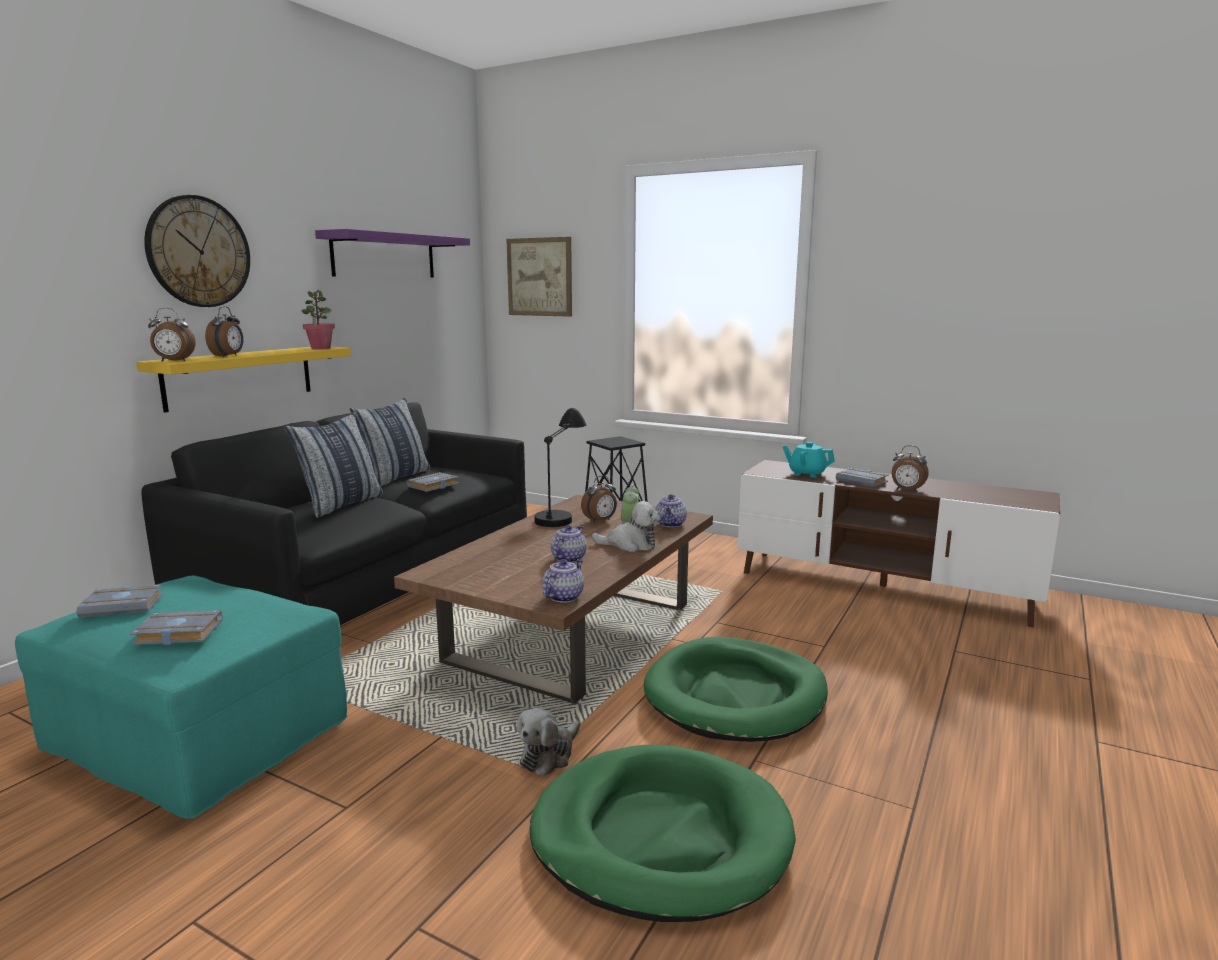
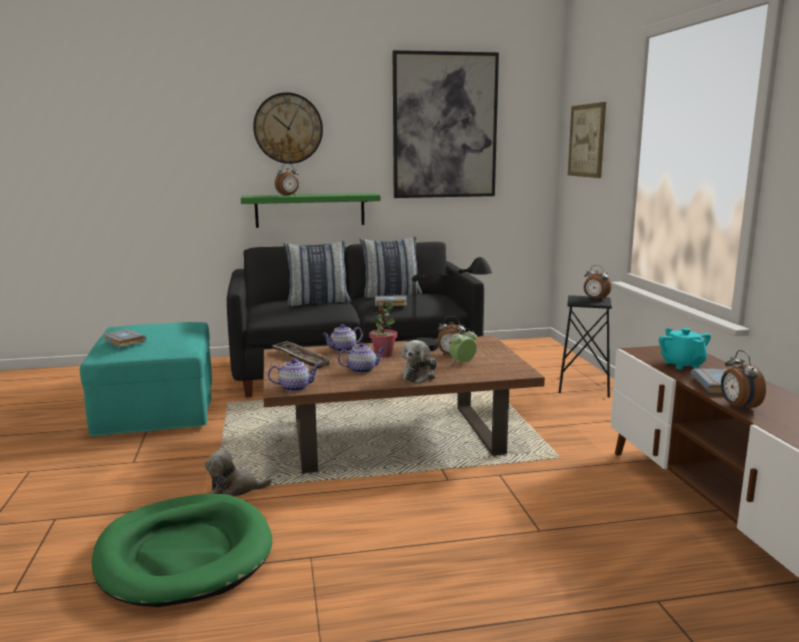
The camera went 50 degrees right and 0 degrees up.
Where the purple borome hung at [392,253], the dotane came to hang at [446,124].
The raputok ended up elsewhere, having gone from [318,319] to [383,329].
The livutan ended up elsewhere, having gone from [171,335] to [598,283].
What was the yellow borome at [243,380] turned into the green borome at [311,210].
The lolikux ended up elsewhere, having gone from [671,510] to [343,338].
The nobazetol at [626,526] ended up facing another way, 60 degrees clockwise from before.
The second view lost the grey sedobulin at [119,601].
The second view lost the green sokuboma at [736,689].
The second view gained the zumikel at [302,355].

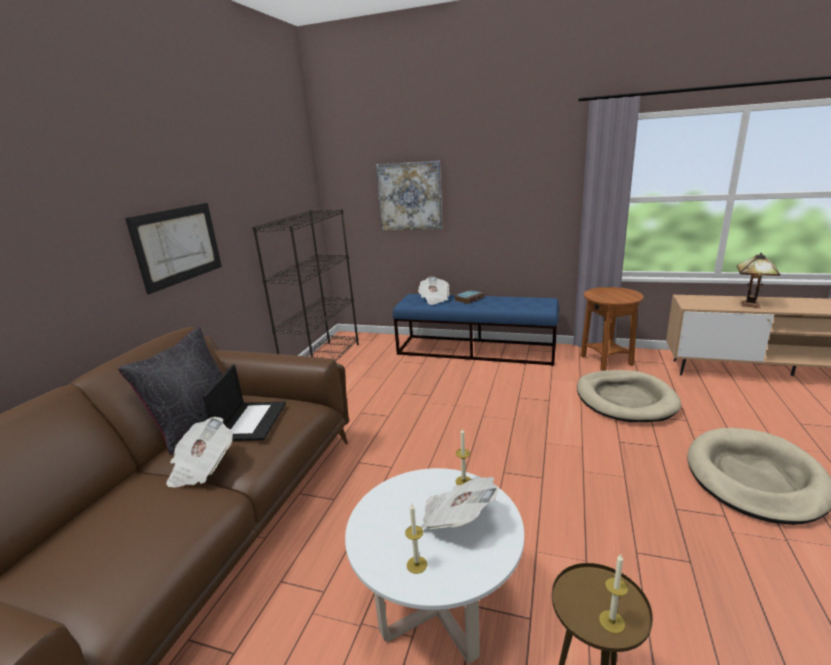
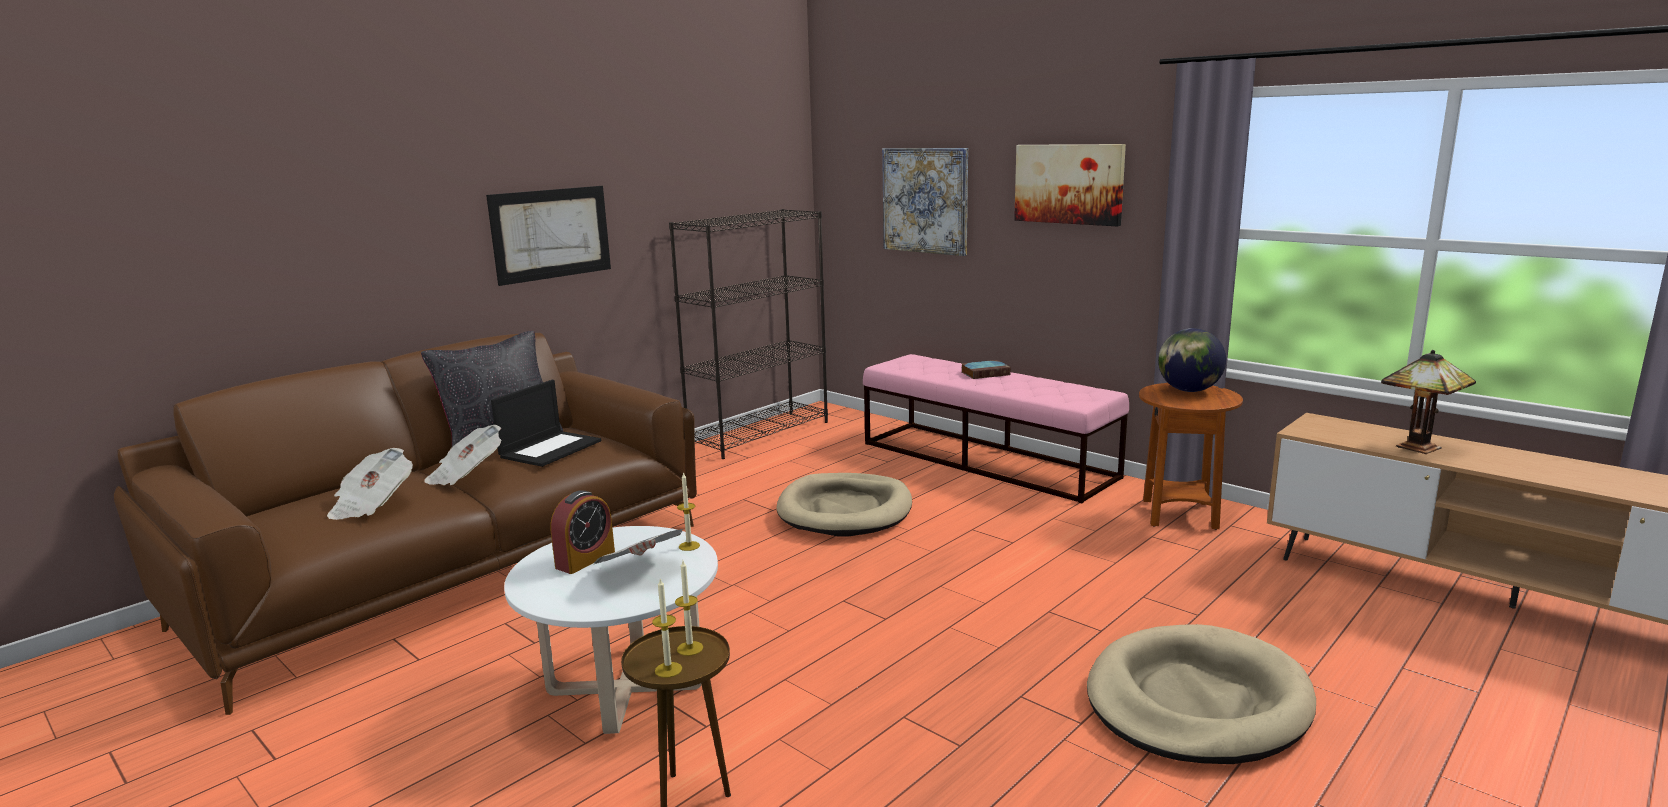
The camera went 25 degrees right and 5 degrees down.
The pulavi ended up elsewhere, having gone from [433,291] to [370,484].
What was the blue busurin at [476,330] turned into the pink busurin at [996,428].
The beige sokuboma ended up elsewhere, having gone from [629,396] to [844,505].
The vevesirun ended up elsewhere, having gone from [416,539] to [689,608].
The second view gained the dotane at [1070,185].
The second view gained the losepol at [1192,360].
The second view gained the livutan at [582,532].

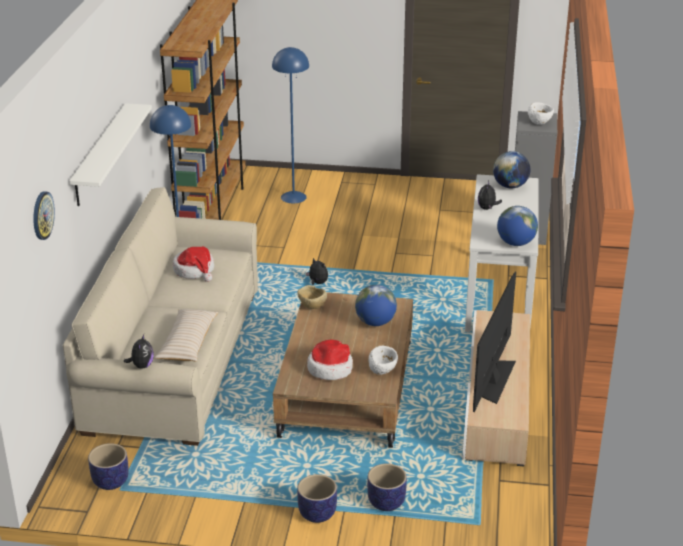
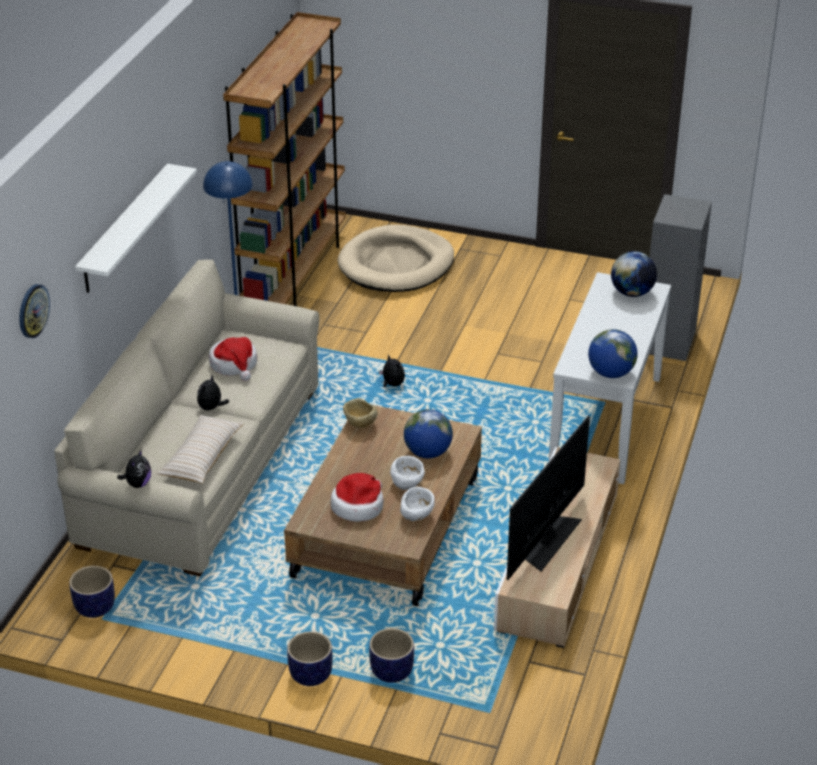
The camera went 10 degrees right and 5 degrees up.
Where the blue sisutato stood at [290,125], the beige sokuboma came to stand at [396,258].
The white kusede ended up elsewhere, having gone from [541,113] to [407,473].
The nobazetol ended up elsewhere, having gone from [490,195] to [213,393].

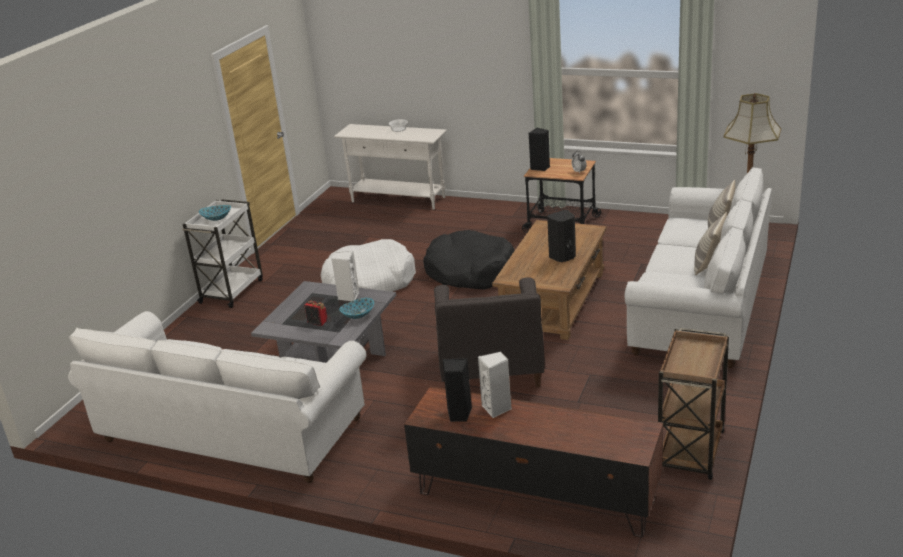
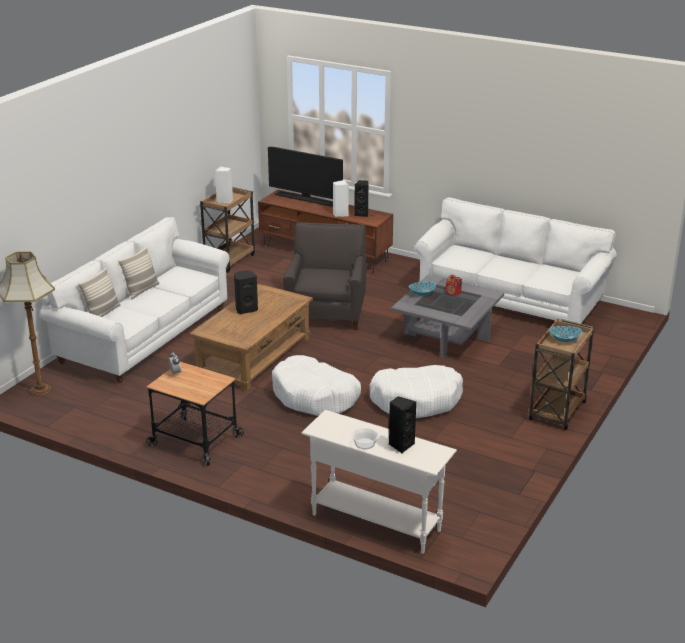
The camera went 175 degrees left and 0 degrees up.
The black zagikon ended up elsewhere, having gone from [539,149] to [402,424].
What was the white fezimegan at [222,254] turned into the brown fezimegan at [561,374].
What was the black sokuboma at [468,260] turned into the white sokuboma at [316,385].
The white zagikon ended up elsewhere, having gone from [345,276] to [224,184].
The second view gained the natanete at [305,177].

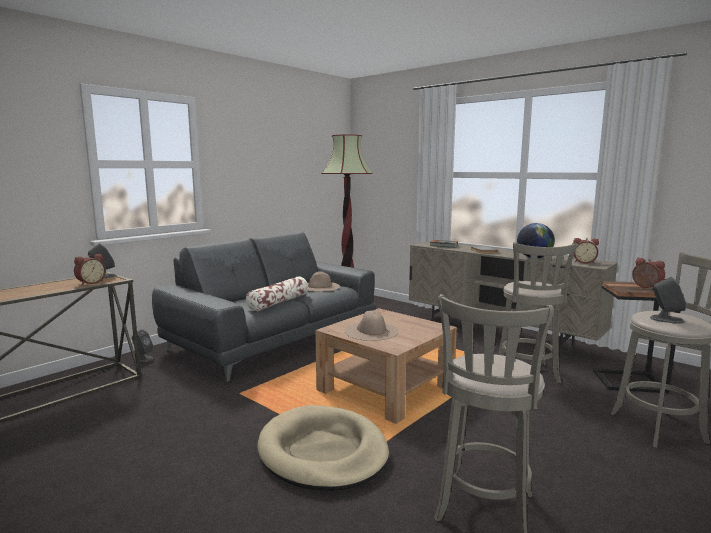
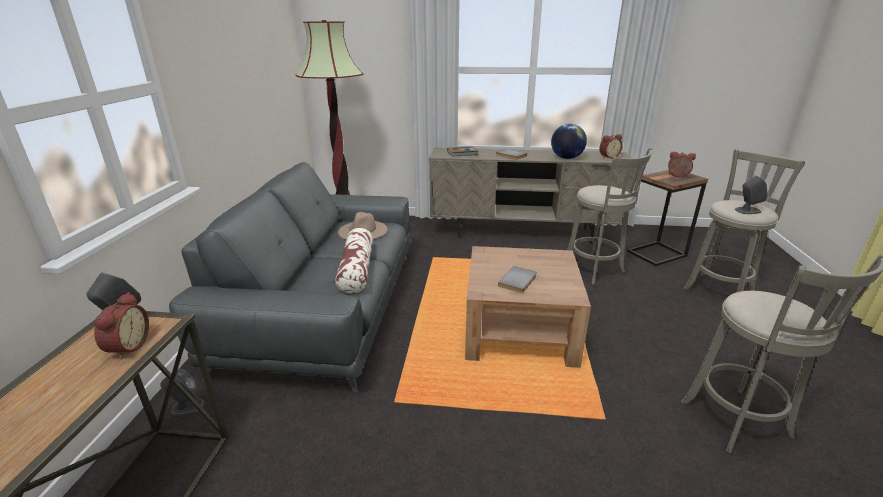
The camera went 35 degrees left and 15 degrees up.
Where the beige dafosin stood at [371,326], the grey sedobulin came to stand at [517,279].
The second view lost the beige sokuboma at [323,448].

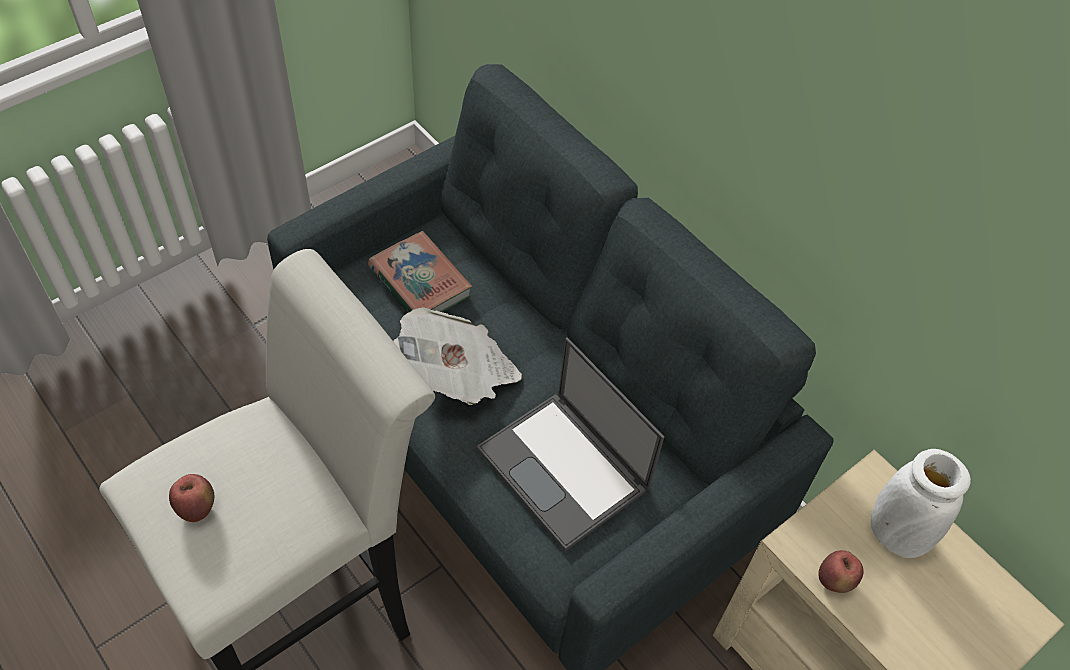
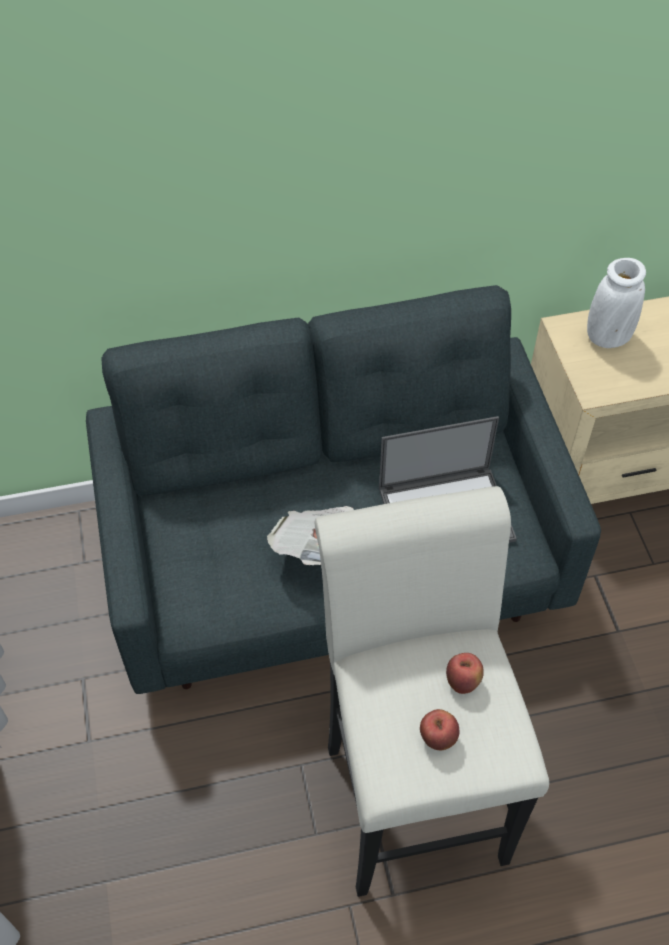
The camera went 60 degrees left and 0 degrees up.
The second view lost the sedobulin at [420,272].
The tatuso ended up elsewhere, having gone from [841,571] to [465,673].

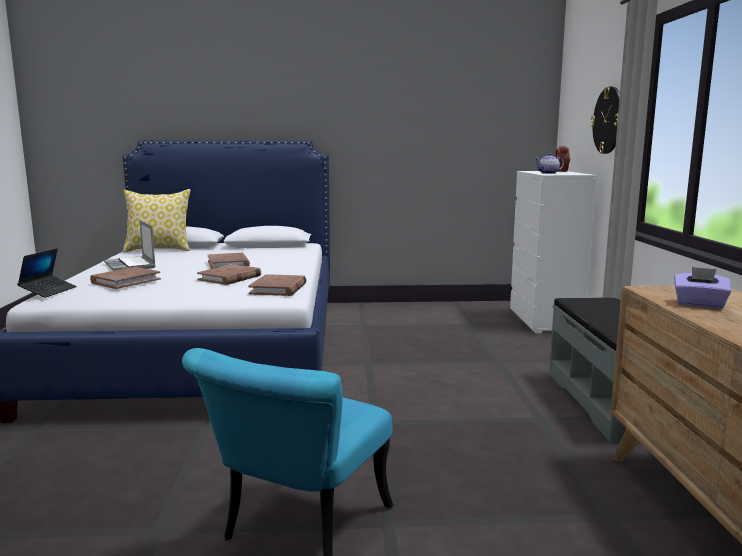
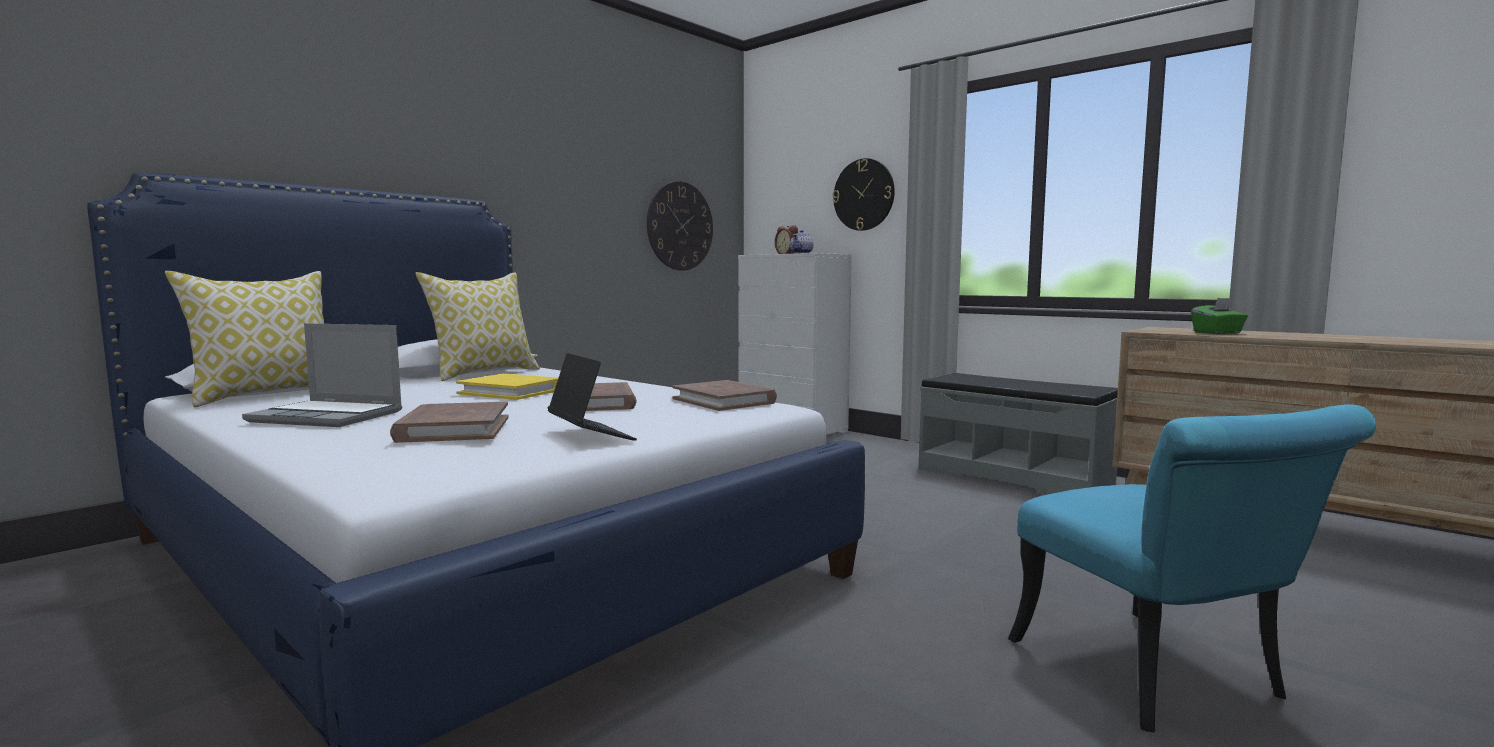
The camera went 45 degrees left and 5 degrees down.
The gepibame ended up elsewhere, having gone from [47,273] to [592,397].
What was the brown sedobulin at [229,261] turned into the yellow sedobulin at [507,387].
What was the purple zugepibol at [702,287] turned into the green zugepibol at [1219,316].
The second view gained the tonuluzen at [680,226].
The second view gained the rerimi at [477,326].

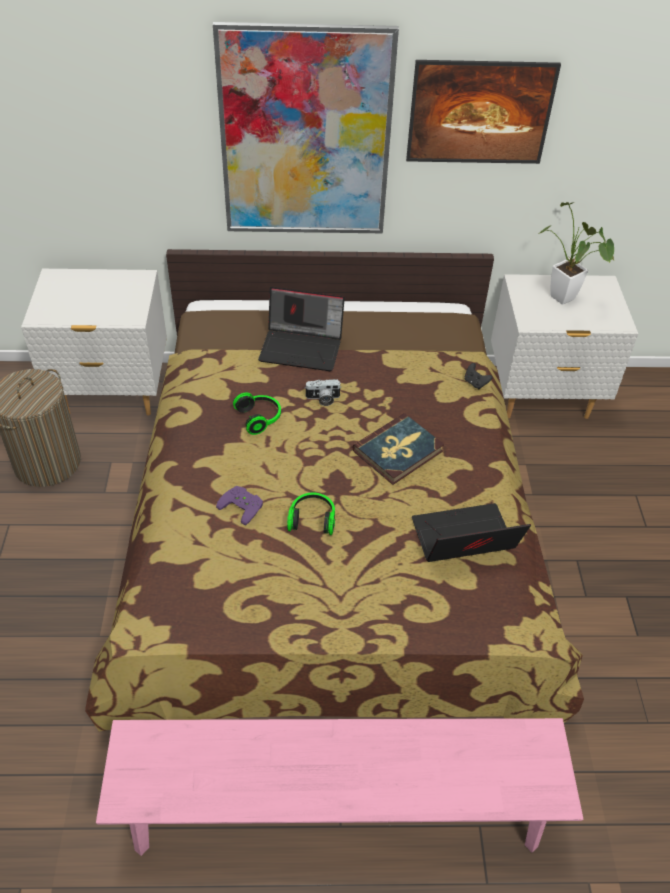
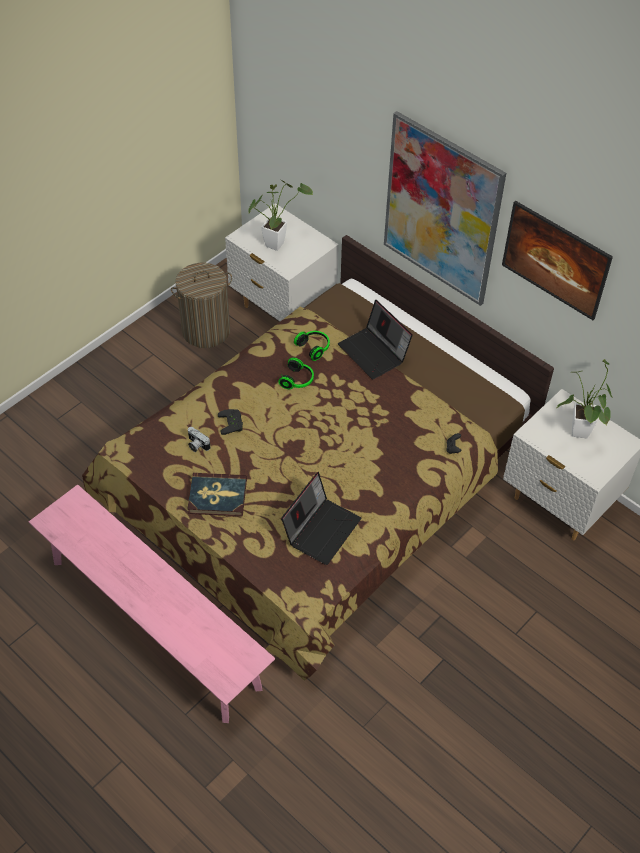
The camera went 45 degrees right and 5 degrees up.
The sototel ended up elsewhere, having gone from [323,392] to [199,439].
The sedobulin ended up elsewhere, having gone from [398,449] to [217,494].
What was the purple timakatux at [239,505] turned into the black timakatux at [230,422].
The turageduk ended up elsewhere, having gone from [311,514] to [312,346].
The gepibame at [471,532] ended up facing another way, 90 degrees clockwise from before.
The second view gained the raputok at [280,215].

